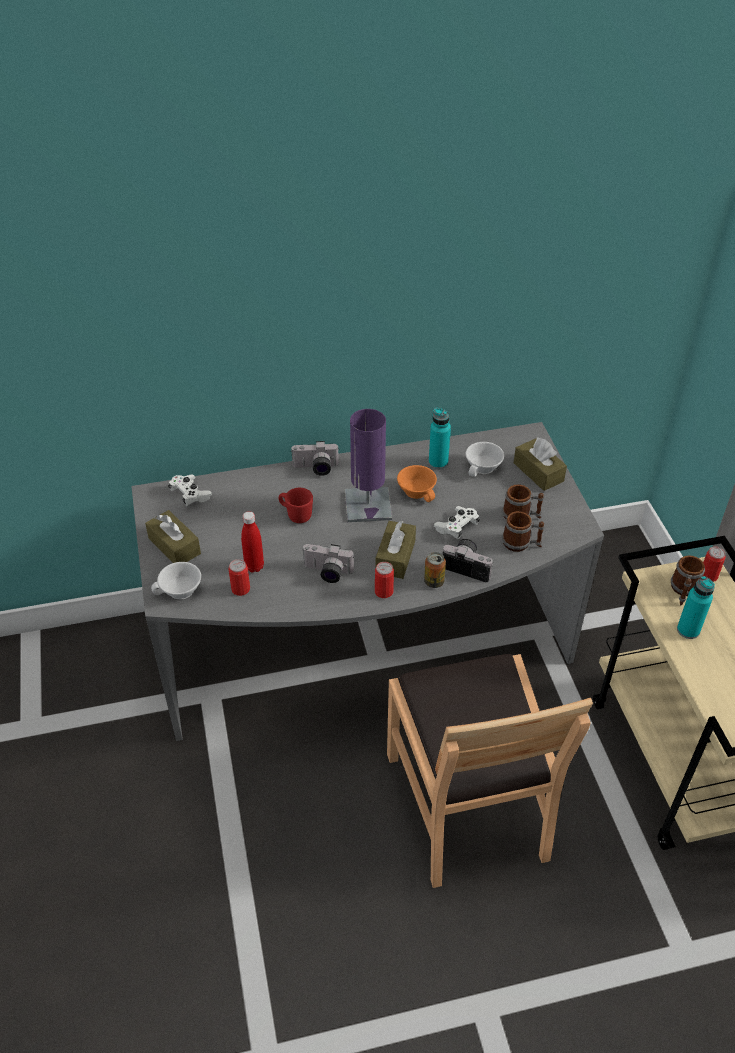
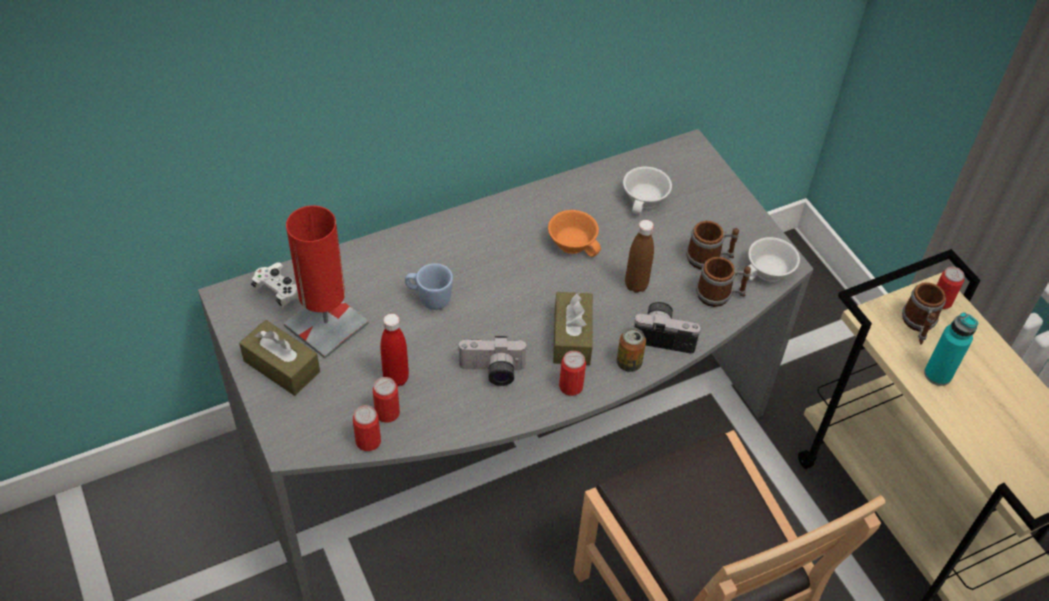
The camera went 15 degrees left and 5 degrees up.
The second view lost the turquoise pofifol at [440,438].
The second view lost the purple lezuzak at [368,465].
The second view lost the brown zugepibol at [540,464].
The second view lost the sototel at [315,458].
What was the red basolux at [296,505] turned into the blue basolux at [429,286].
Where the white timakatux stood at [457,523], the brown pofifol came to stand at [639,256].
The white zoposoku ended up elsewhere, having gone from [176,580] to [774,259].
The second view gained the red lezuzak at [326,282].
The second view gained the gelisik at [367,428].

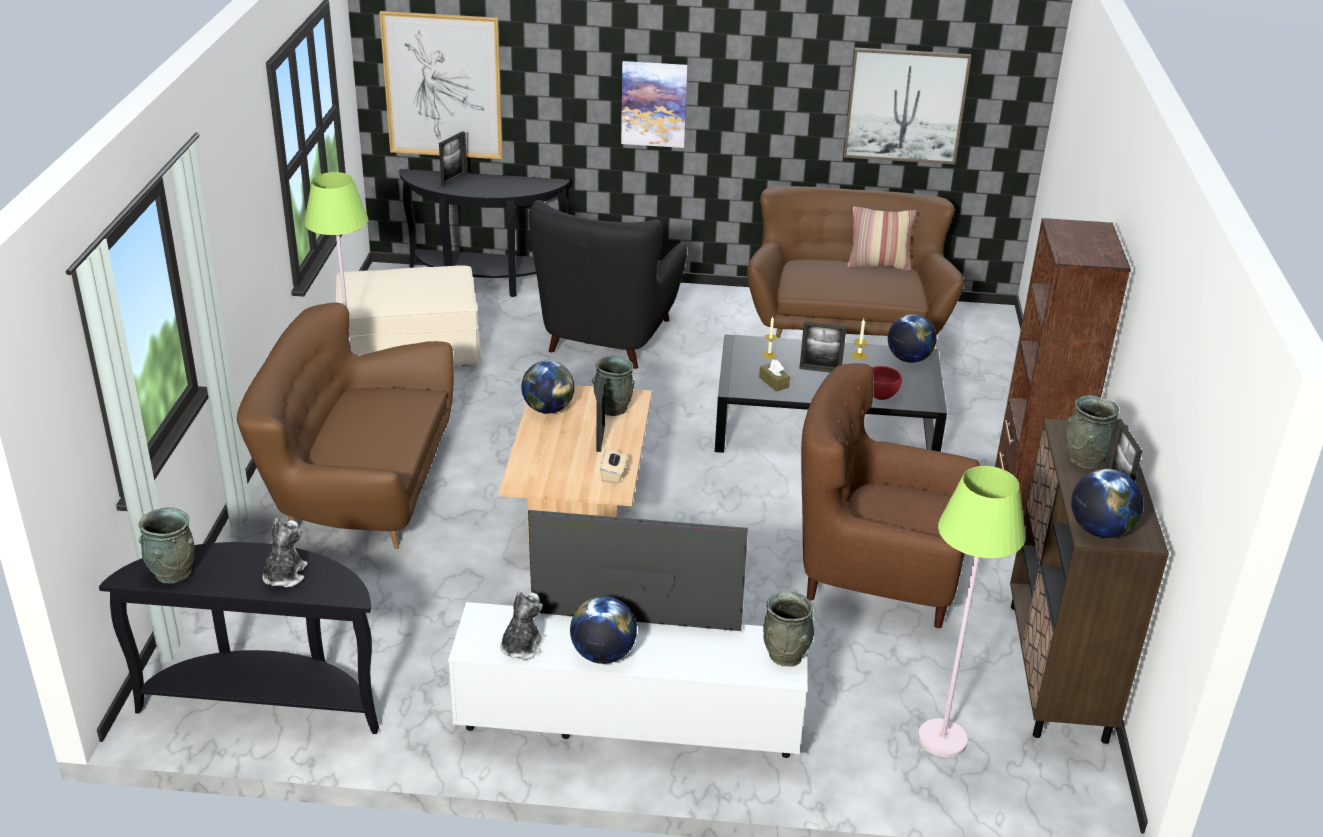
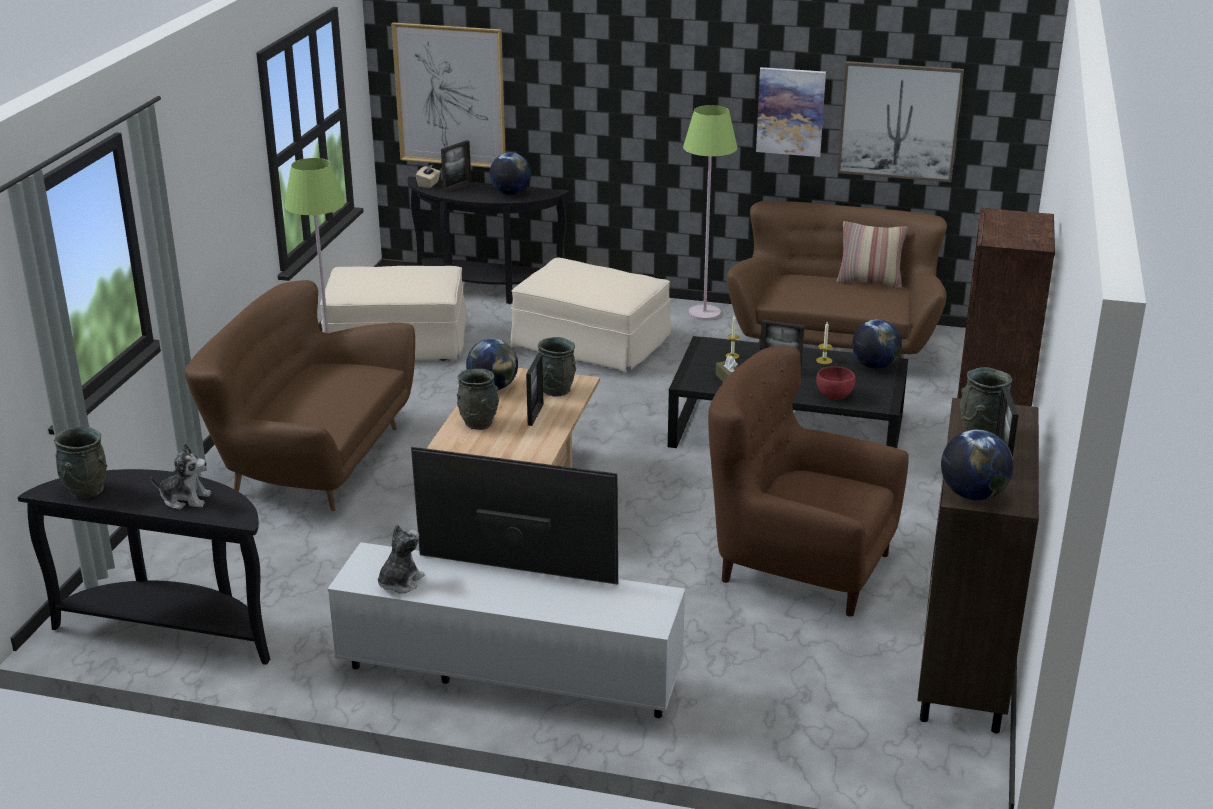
The camera went 10 degrees right and 5 degrees down.
The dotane ended up elsewhere, having gone from [654,104] to [791,112].
Where the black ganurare stood at [608,284], the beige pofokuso came to stand at [590,314].
The beige zugepibol ended up elsewhere, having gone from [613,465] to [428,176].
The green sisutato ended up elsewhere, having gone from [972,611] to [710,213].
The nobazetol at [285,553] ended up facing another way, 75 degrees clockwise from before.
The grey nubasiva ended up elsewhere, having gone from [788,629] to [478,399].
The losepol ended up elsewhere, having gone from [603,630] to [511,173].

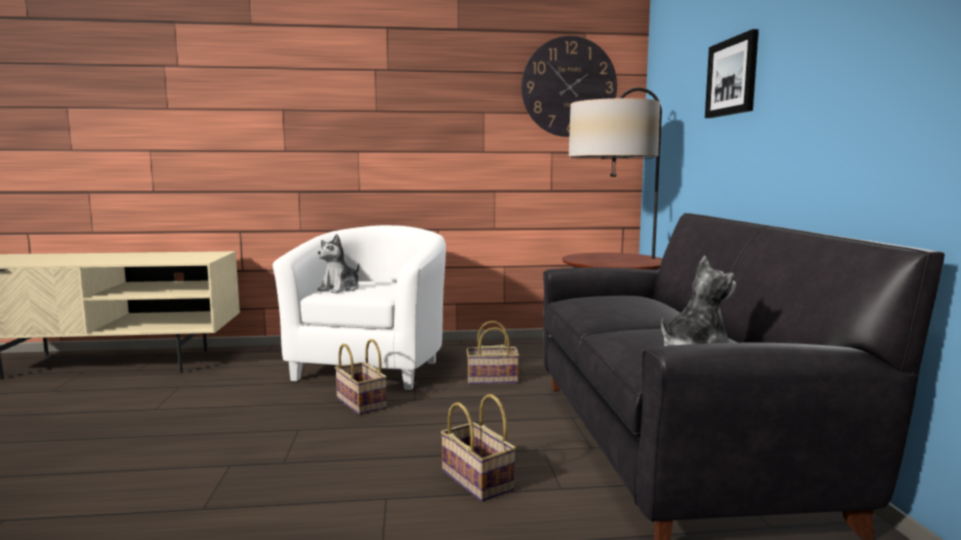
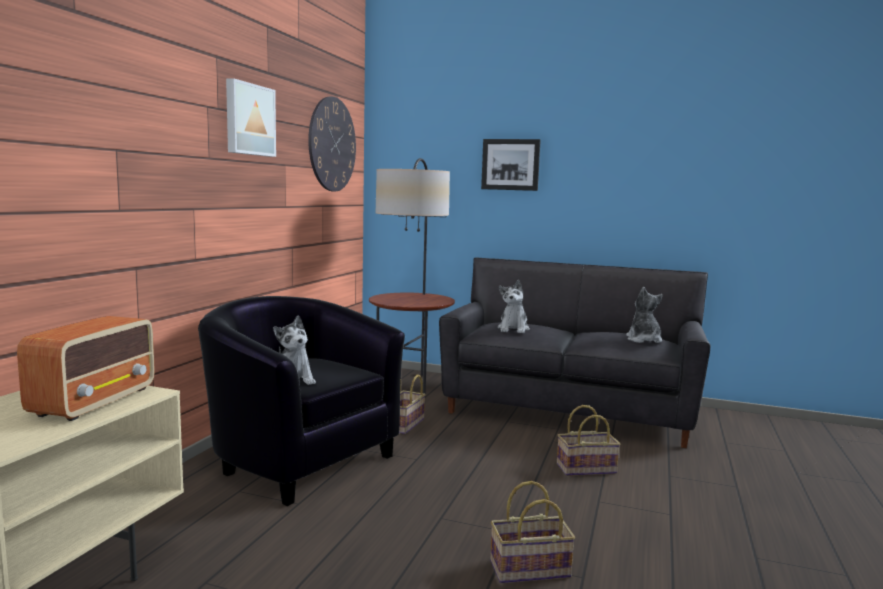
The camera went 65 degrees left and 0 degrees up.
What was the white ganurare at [359,307] turned into the black ganurare at [301,401].
The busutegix ended up elsewhere, having gone from [361,377] to [532,532].
The second view gained the dotane at [251,117].
The second view gained the nobazetol at [514,306].
The second view gained the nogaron at [86,368].

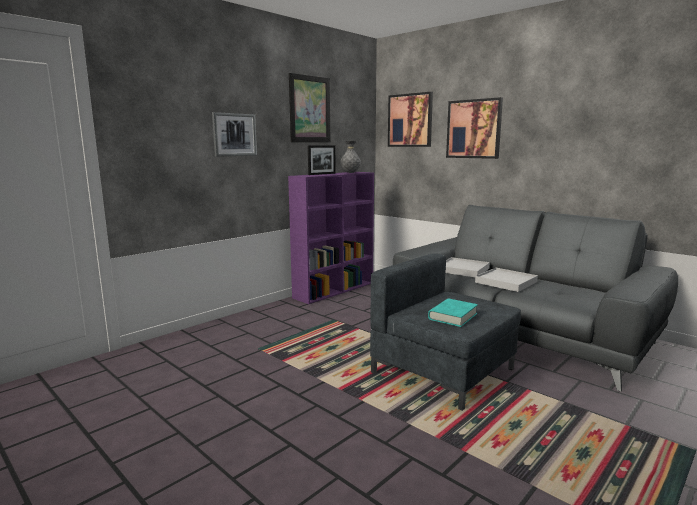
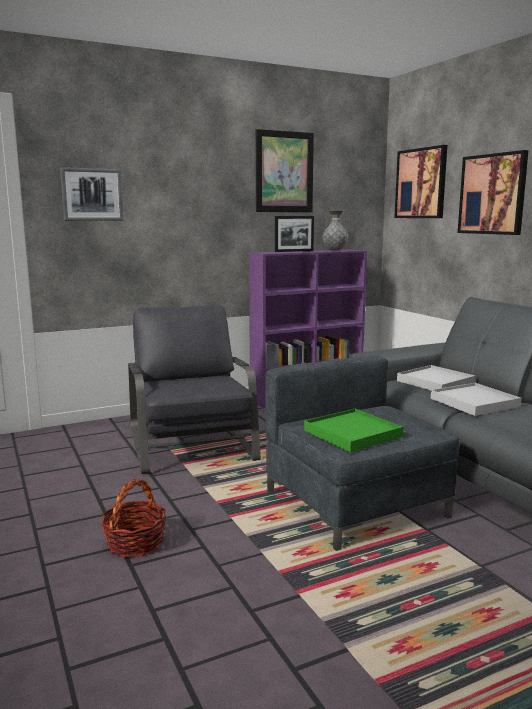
The camera went 20 degrees right and 0 degrees up.
The dotane ended up elsewhere, having gone from [234,134] to [91,194].
Where the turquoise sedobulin stood at [453,313], the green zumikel came to stand at [353,430].
The second view gained the grey ganurare at [194,389].
The second view gained the busutegix at [133,518].

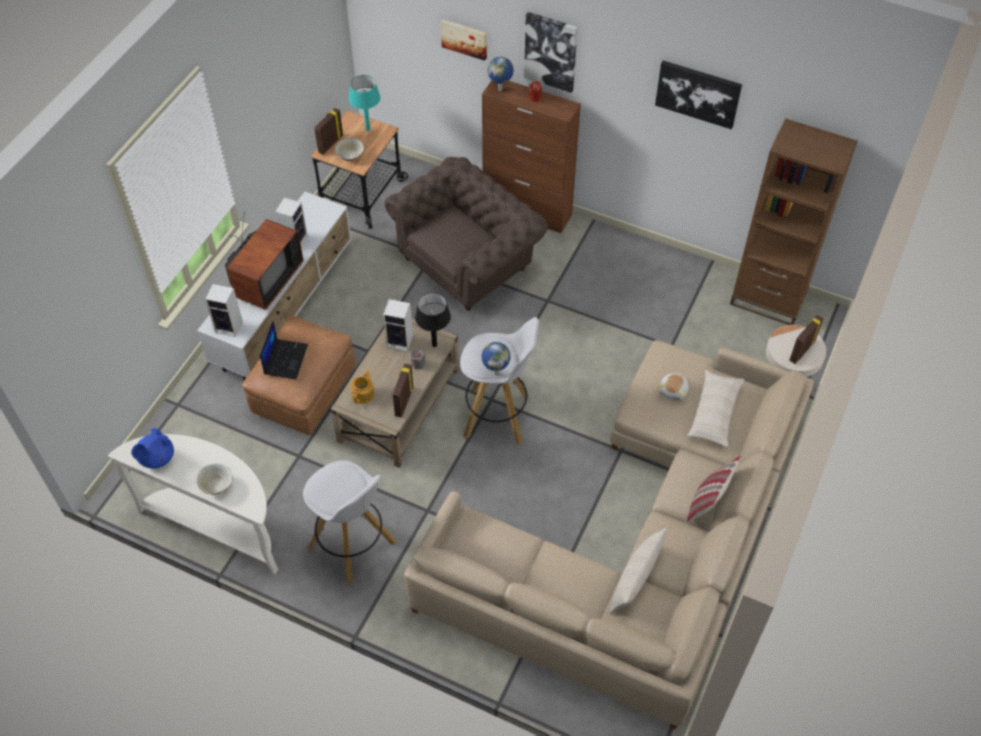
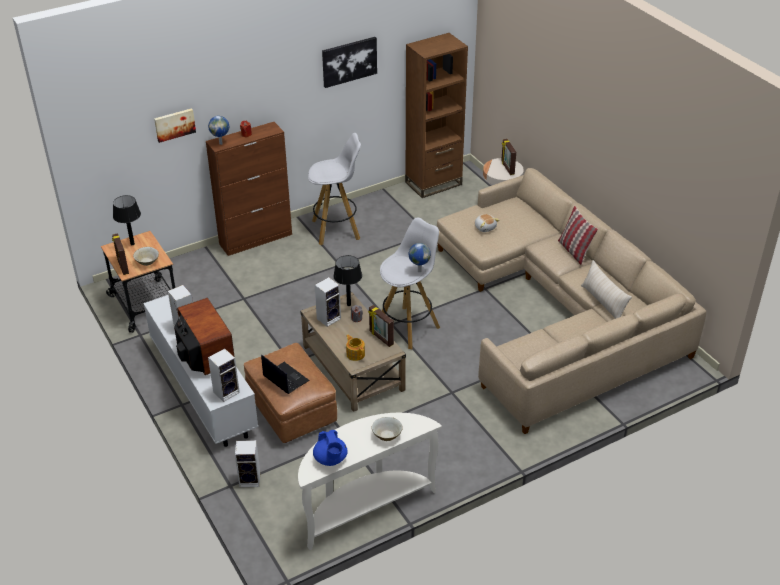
The camera went 55 degrees left and 15 degrees down.
The second view lost the dotane at [551,52].
What was the turquoise lezuzak at [364,103] turned into the black lezuzak at [127,220].
The second view lost the brown ganurare at [466,233].
The second view lost the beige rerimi at [716,408].
The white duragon ended up elsewhere, having gone from [349,522] to [334,189].
The second view gained the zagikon at [247,463].

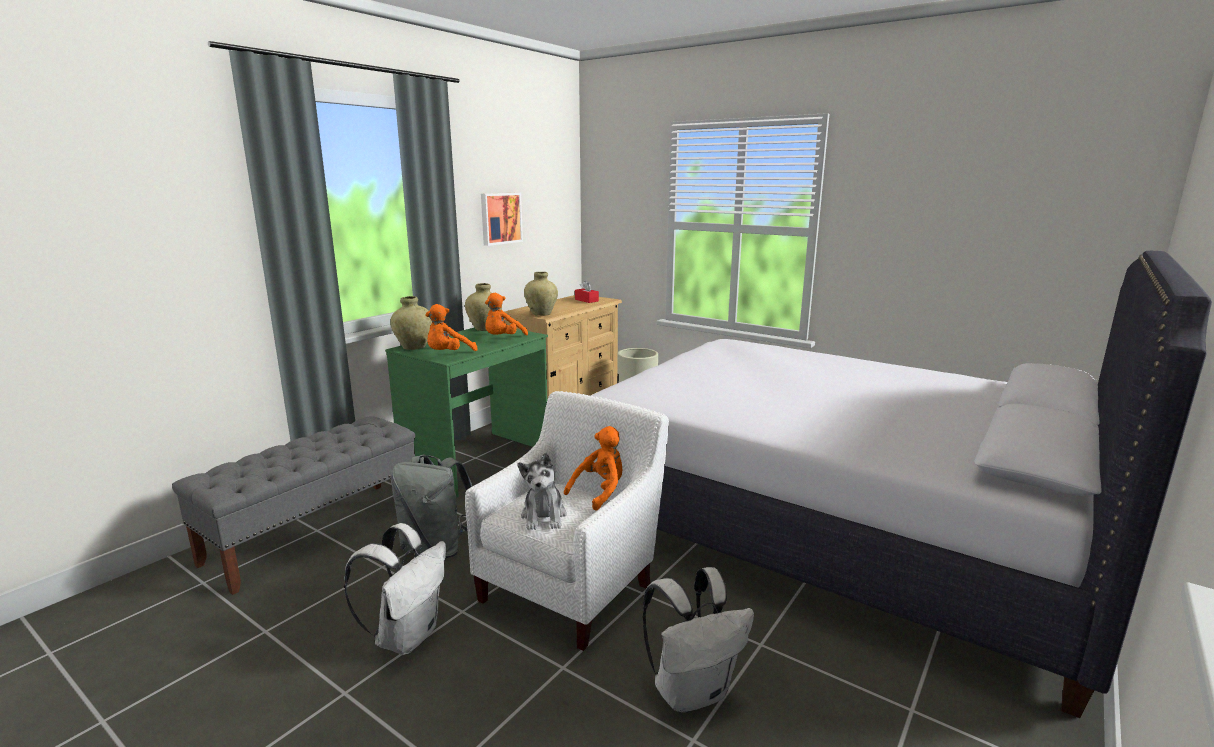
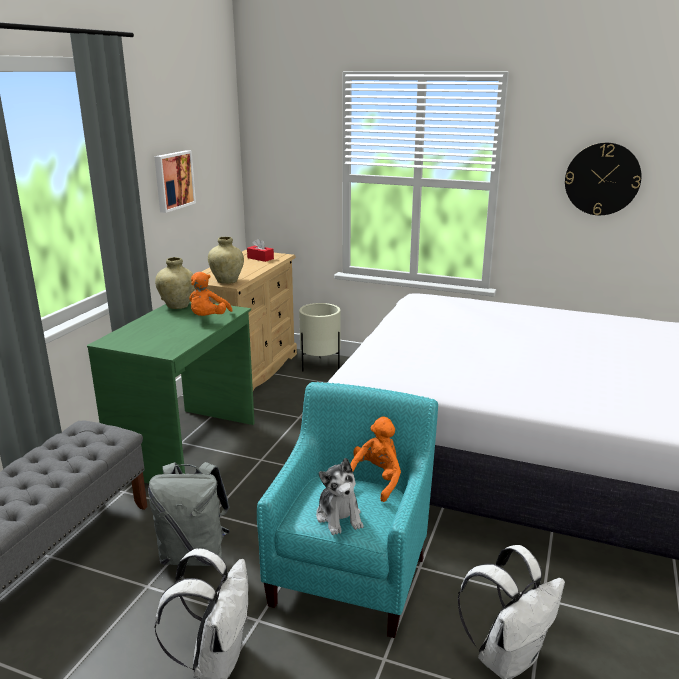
The camera went 15 degrees left and 5 degrees up.
The second view lost the beige nubasiva at [411,323].
The second view lost the orange nobazetol at [451,327].
What was the white ganurare at [567,521] turned into the turquoise ganurare at [347,510].
The second view gained the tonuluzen at [603,179].

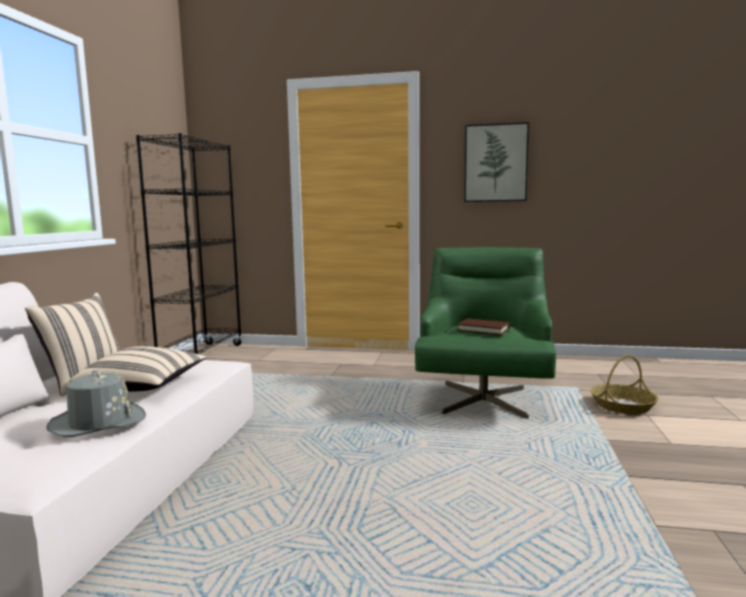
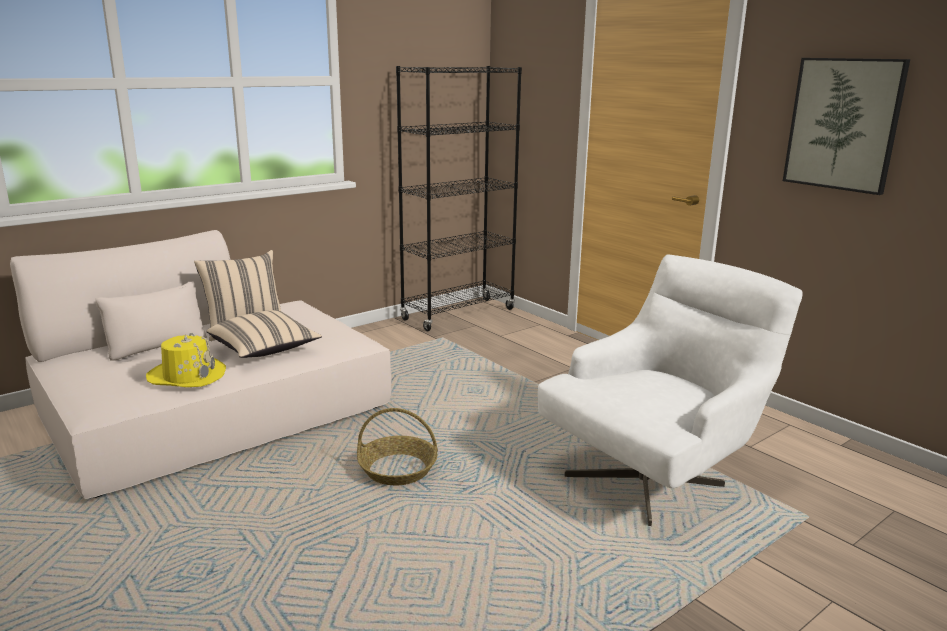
The camera went 40 degrees right and 10 degrees up.
What was the green ganurare at [485,333] turned into the white ganurare at [670,390].
The second view lost the brown sedobulin at [483,327].
The busutegix ended up elsewhere, having gone from [624,384] to [397,447].
What was the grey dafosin at [96,403] turned into the yellow dafosin at [186,359].

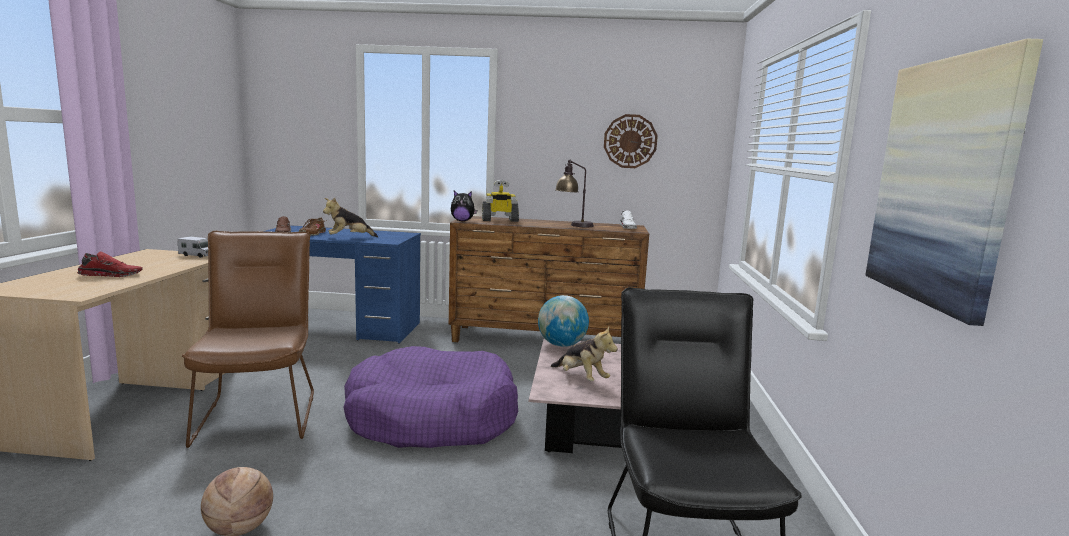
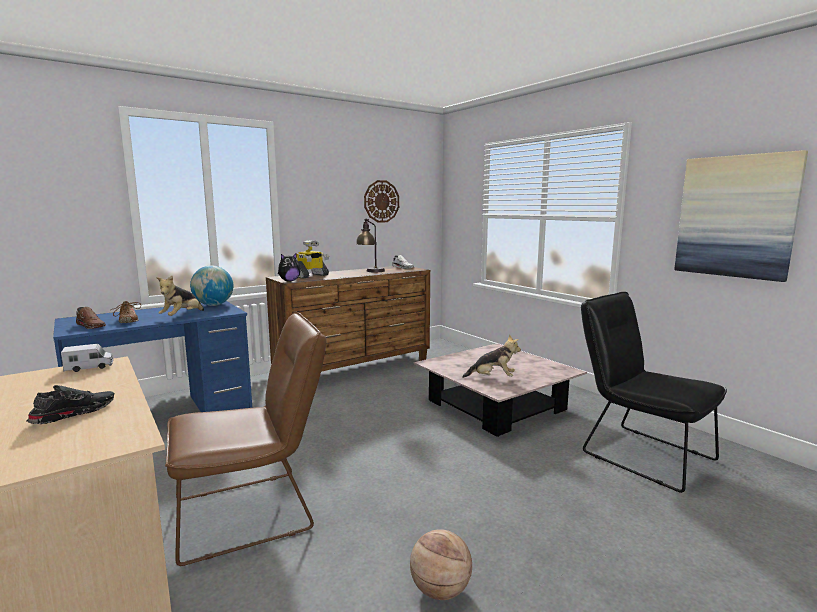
The camera went 40 degrees left and 0 degrees up.
The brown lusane at [248,339] ended up facing another way, 120 degrees clockwise from before.
What was the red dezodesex at [110,264] turned into the black dezodesex at [70,404].
The losepol ended up elsewhere, having gone from [563,321] to [211,285].
The second view lost the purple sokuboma at [430,397].

